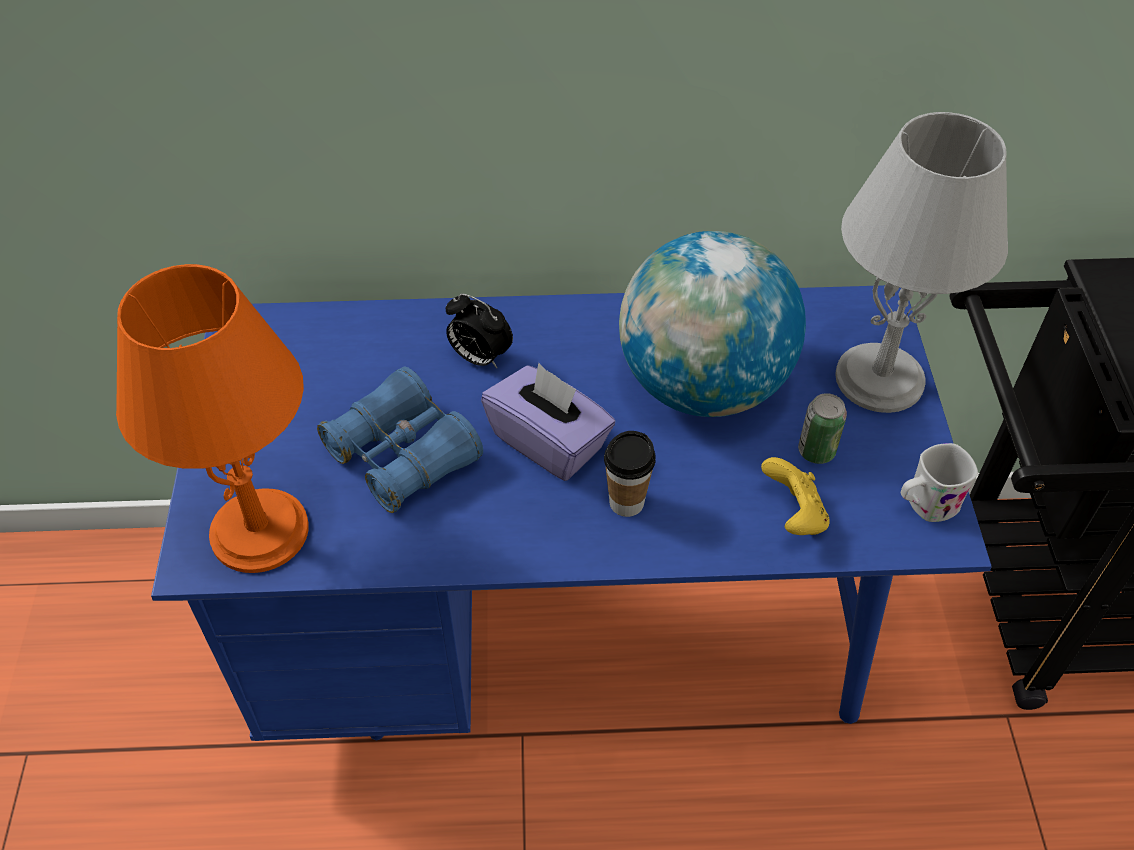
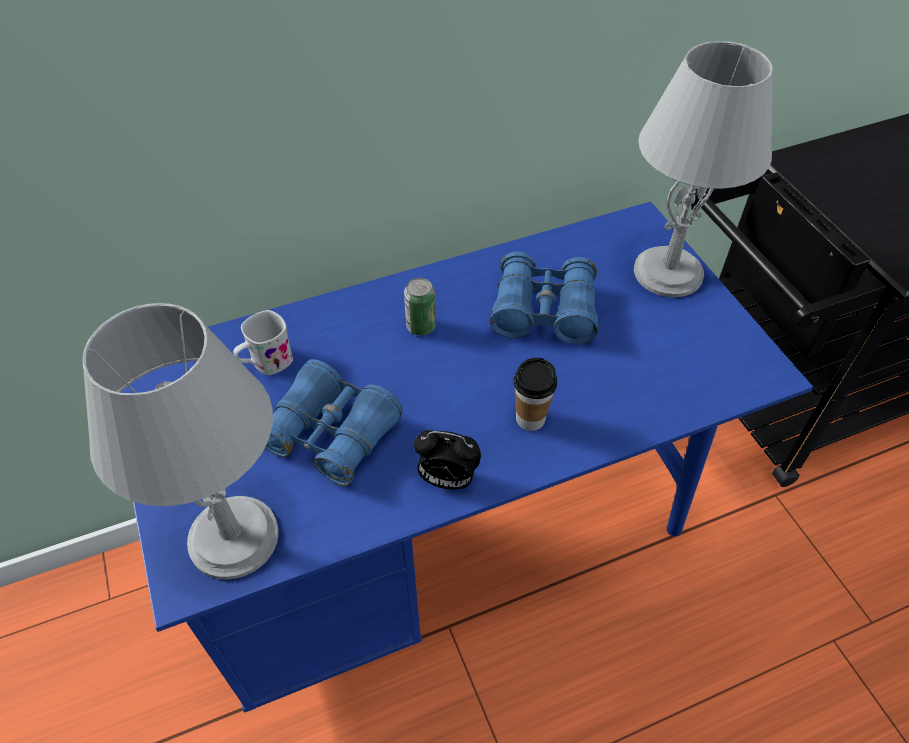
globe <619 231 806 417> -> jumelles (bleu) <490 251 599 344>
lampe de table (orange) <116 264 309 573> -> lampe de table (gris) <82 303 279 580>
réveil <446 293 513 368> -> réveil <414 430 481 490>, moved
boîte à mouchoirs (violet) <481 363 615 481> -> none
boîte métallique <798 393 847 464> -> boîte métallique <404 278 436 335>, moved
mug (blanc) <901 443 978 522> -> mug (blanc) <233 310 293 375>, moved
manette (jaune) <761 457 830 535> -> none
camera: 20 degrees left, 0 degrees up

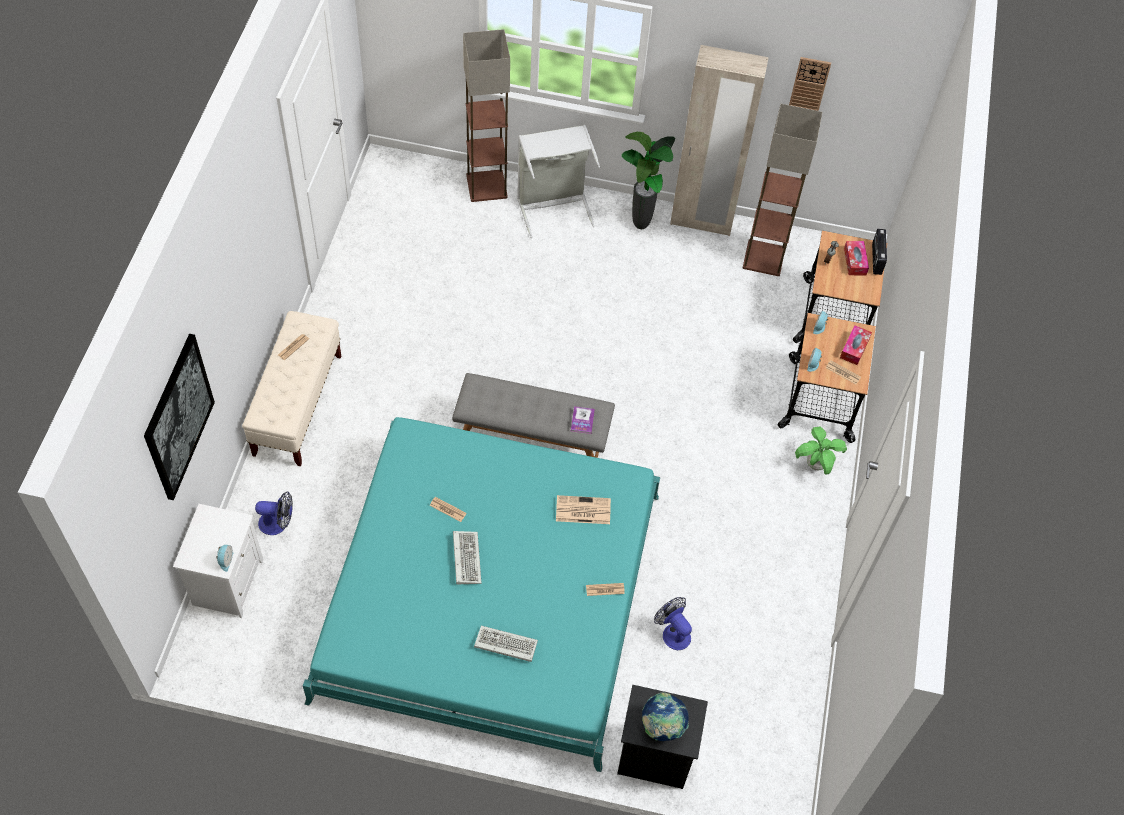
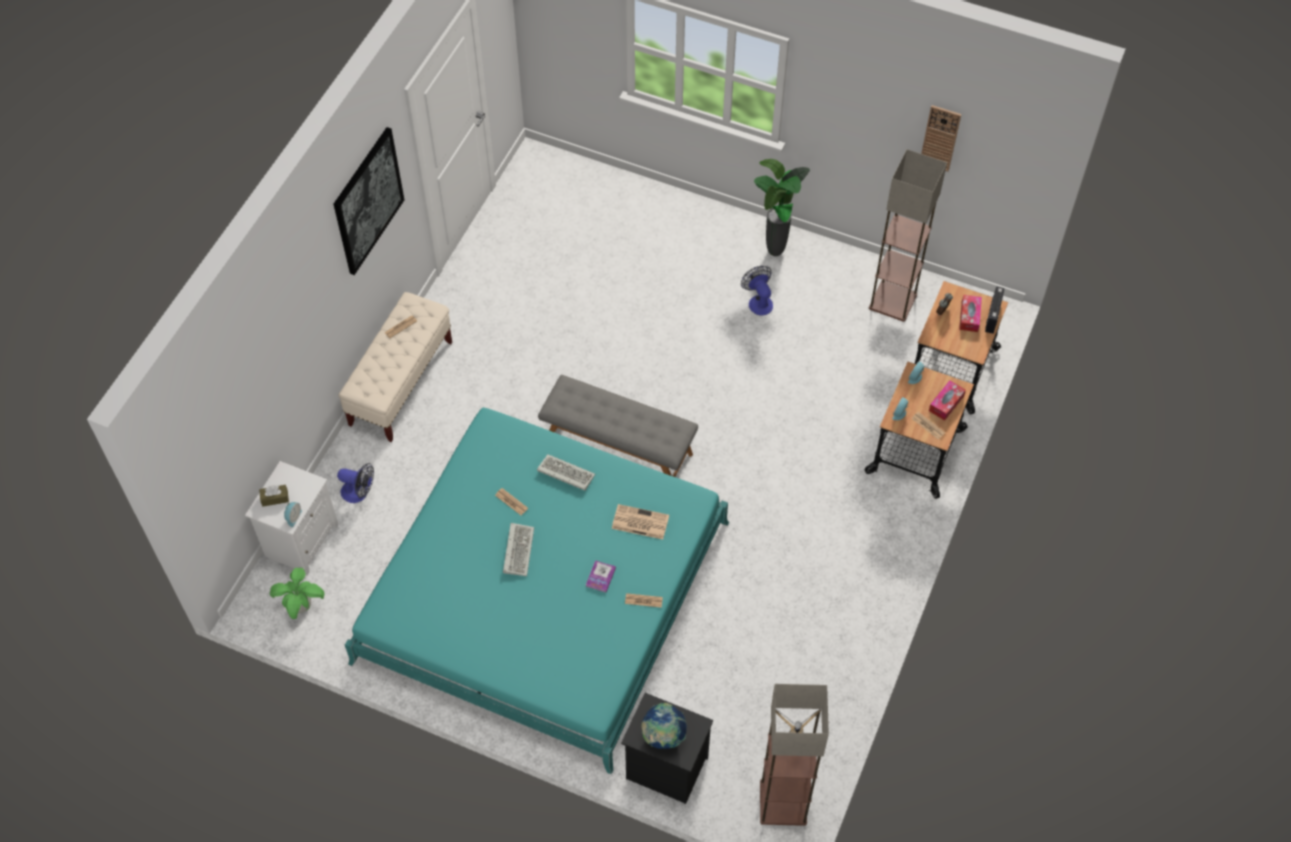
lampadaire <463 29 510 202> -> lampadaire <760 684 829 826>, moved
armoire (beige) <670 45 769 236> -> none
panier à linge (gris) <517 125 600 238> -> none
tableau <144 334 215 500> -> tableau <333 127 404 275>, moved
livre <571 406 595 434> -> livre <586 560 616 592>, moved
plante en pot <795 427 847 475> -> plante en pot <270 568 324 619>, moved
ventilateur <654 597 692 650> -> ventilateur <741 266 773 315>, moved
clavier <474 626 538 662> -> clavier <537 454 595 491>, moved
none -> boîte à mouchoirs (marron) <259 485 289 507>
camera: 15 degrees right, 0 degrees up

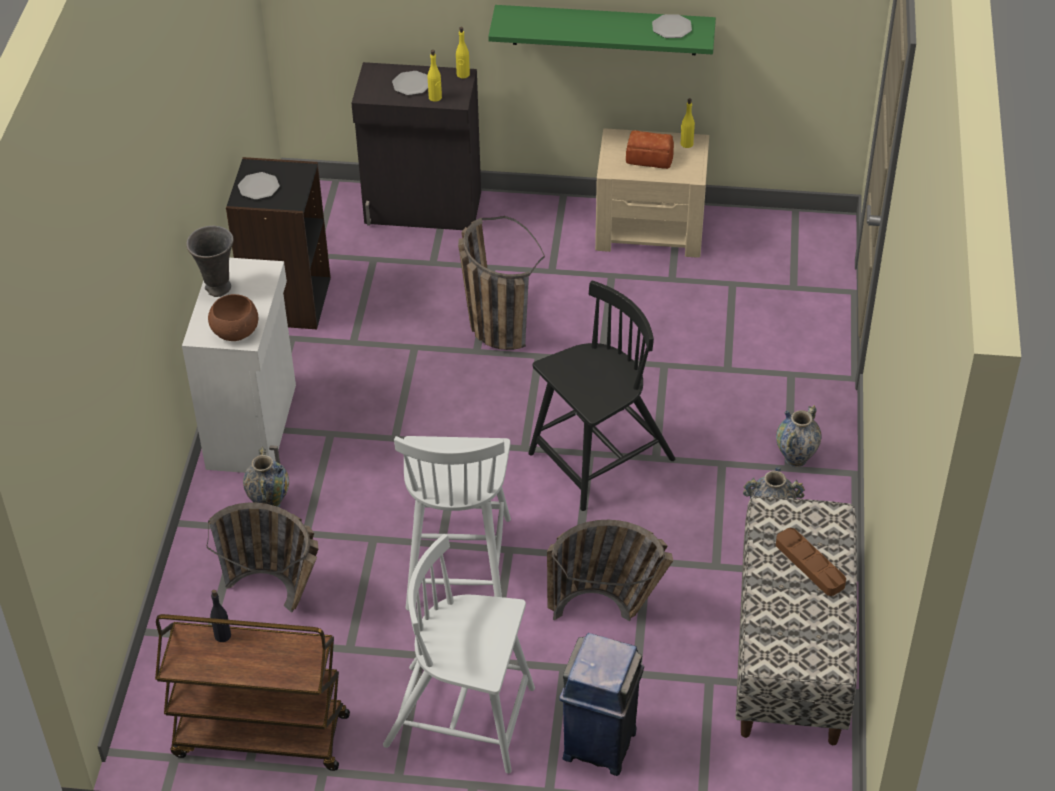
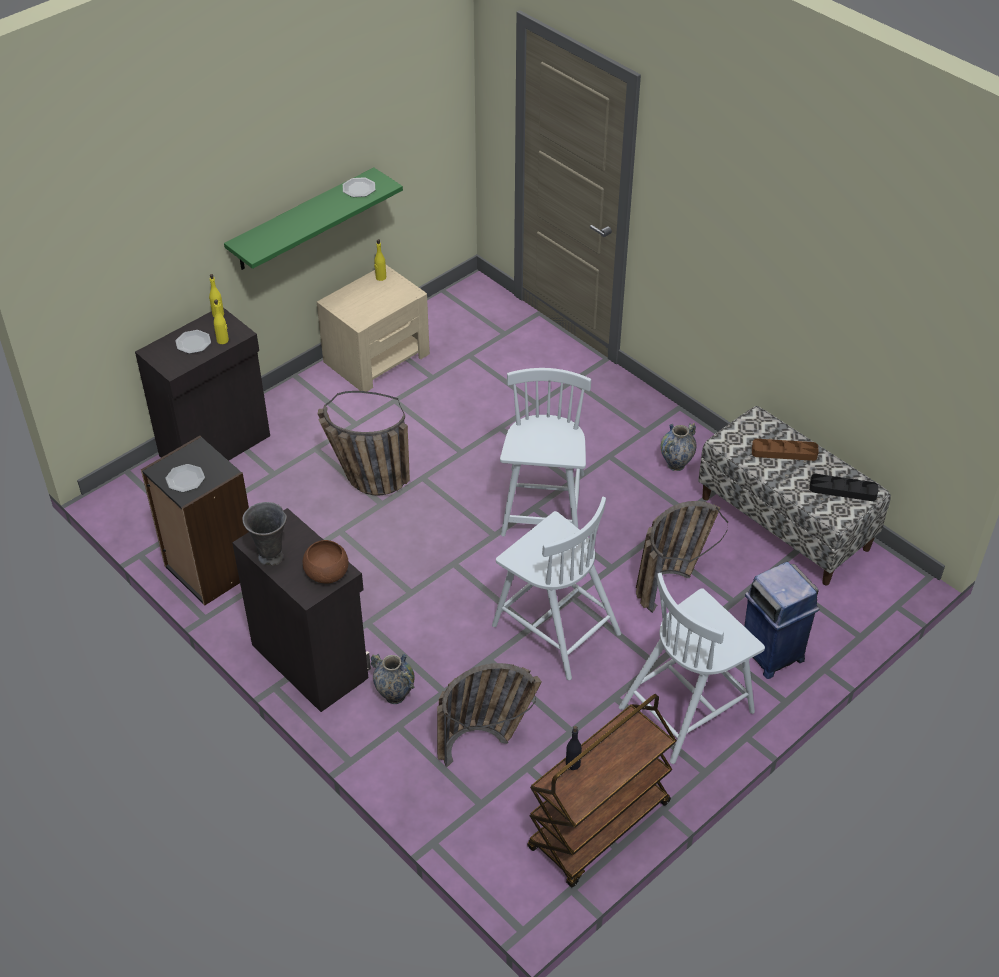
pain <626 130 674 169> -> none
meuble de rangement (blanc) <182 258 296 473> -> meuble de rangement (noir) <232 508 371 712>
chaise (noir) <528 281 675 511> -> chaise (blanc) <500 368 591 536>
vase <776 405 822 467> -> none
none -> plateau (noir) <809 474 878 501>
camera: 50 degrees left, 0 degrees up

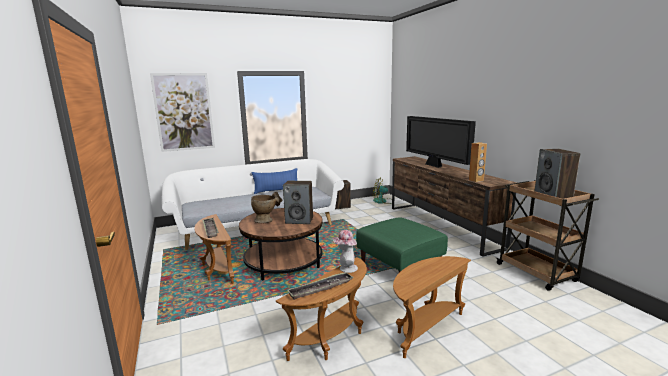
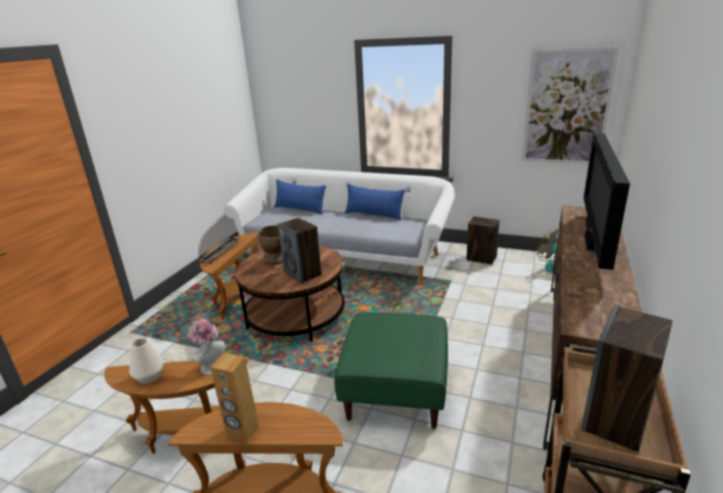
tableau <150 73 215 152> -> tableau <522 46 620 164>, moved
enceinte (marron) <469 142 487 182> -> enceinte (marron) <210 353 259 442>, moved
plateau <287 272 354 300> -> vase (blanc) <129 338 164 384>
none -> coussin (bleu) <274 179 326 215>
camera: 45 degrees right, 10 degrees up

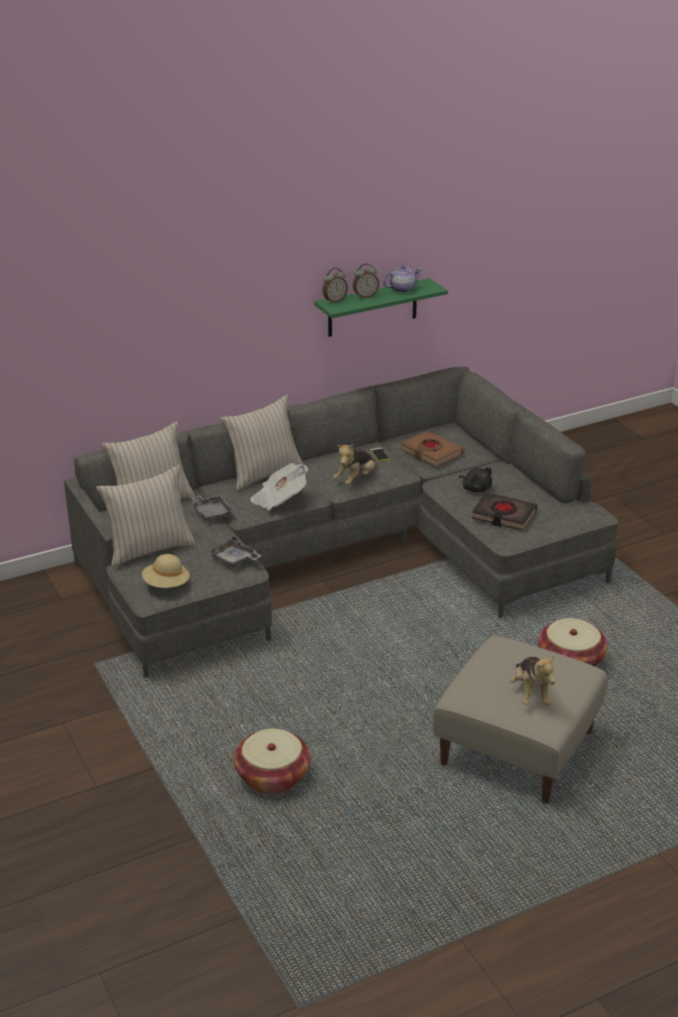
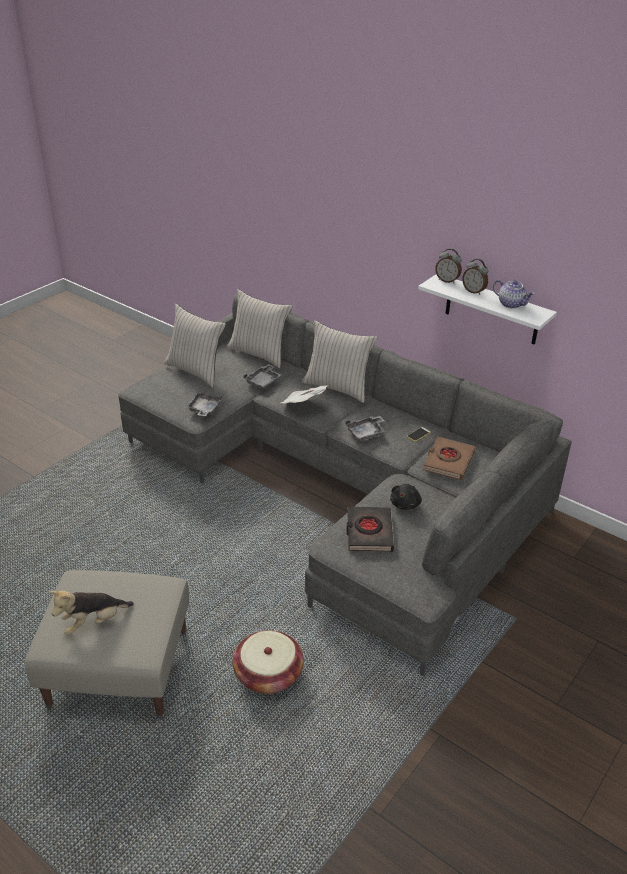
étagère (vert) <315 278 448 337> -> étagère (blanc) <418 275 557 345>
peluche <333 444 377 485> -> plateau (gris) <345 416 385 441>
chapeau (beige) <142 554 190 588> -> none
panier <234 729 311 794> -> none
camera: 65 degrees right, 5 degrees up

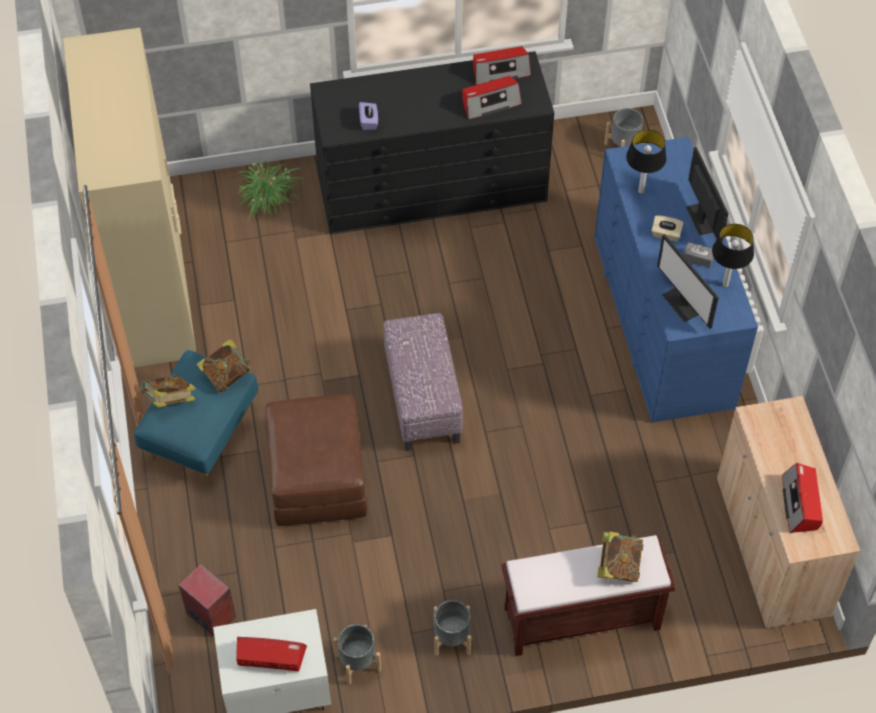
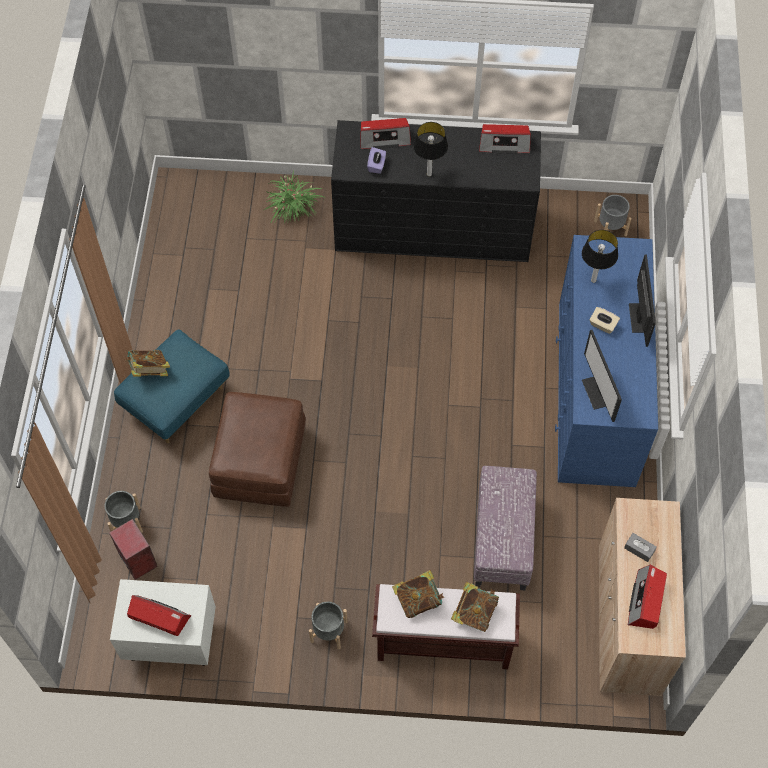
armoire (beige) <63 28 196 367> -> none
radio <462 76 522 119> -> radio <360 118 411 149>, moved
lampe de table <712 224 754 287> -> lampe de table <413 122 448 176>, moved
boîte à mouchoirs (gris) <684 242 714 268> -> boîte à mouchoirs (gris) <624 533 657 562>, moved
pouf <384 313 463 451> -> pouf <474 466 537 590>, moved
livre <197 339 252 392> -> livre <392 570 444 618>, moved
cache-pot (gris) <333 624 381 684> -> cache-pot (gris) <104 491 143 533>, moved
camera: 15 degrees right, 5 degrees up

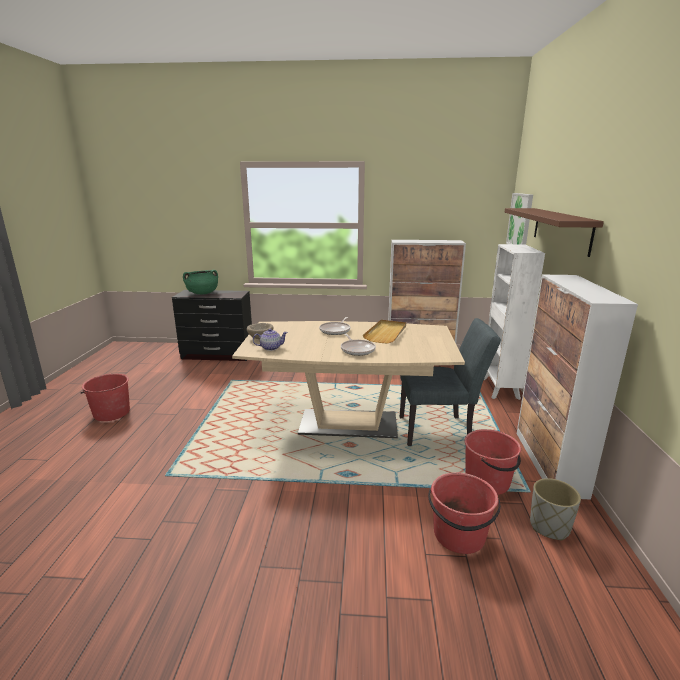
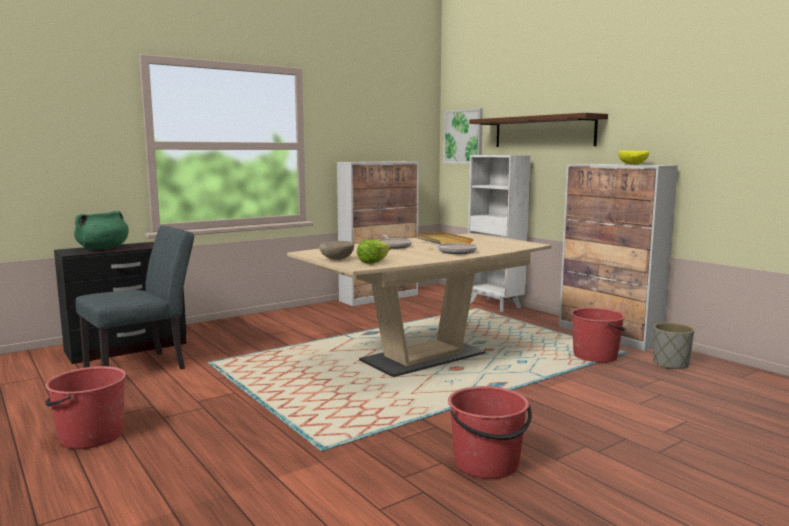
chaise (gris) <400 318 501 446> -> chaise (gris) <76 226 194 370>, moved
théière <253 329 288 351> -> laitue <357 240 391 264>
seau (rouge) <428 473 501 554> -> seau (rouge) <448 386 532 479>, moved
none -> bol (jaune) <618 150 649 165>
camera: 40 degrees left, 10 degrees down

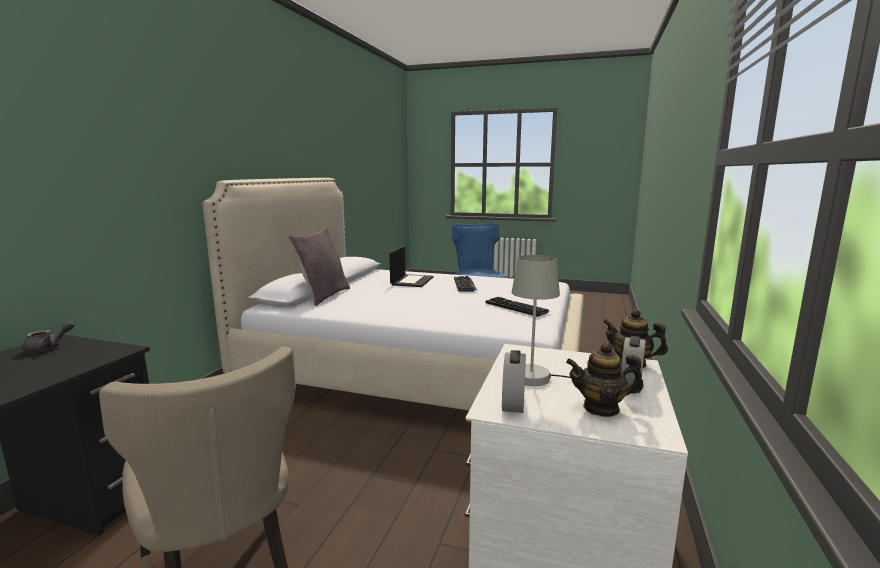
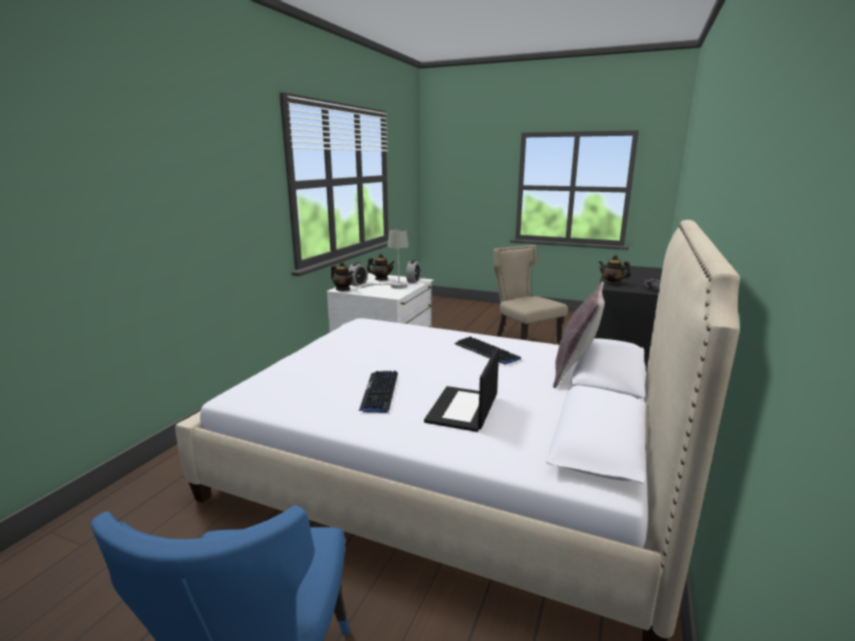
clavier <485 297 549 317> -> clavier <454 336 521 365>, moved
none -> théière <598 255 631 285>
camera: 175 degrees left, 5 degrees up

